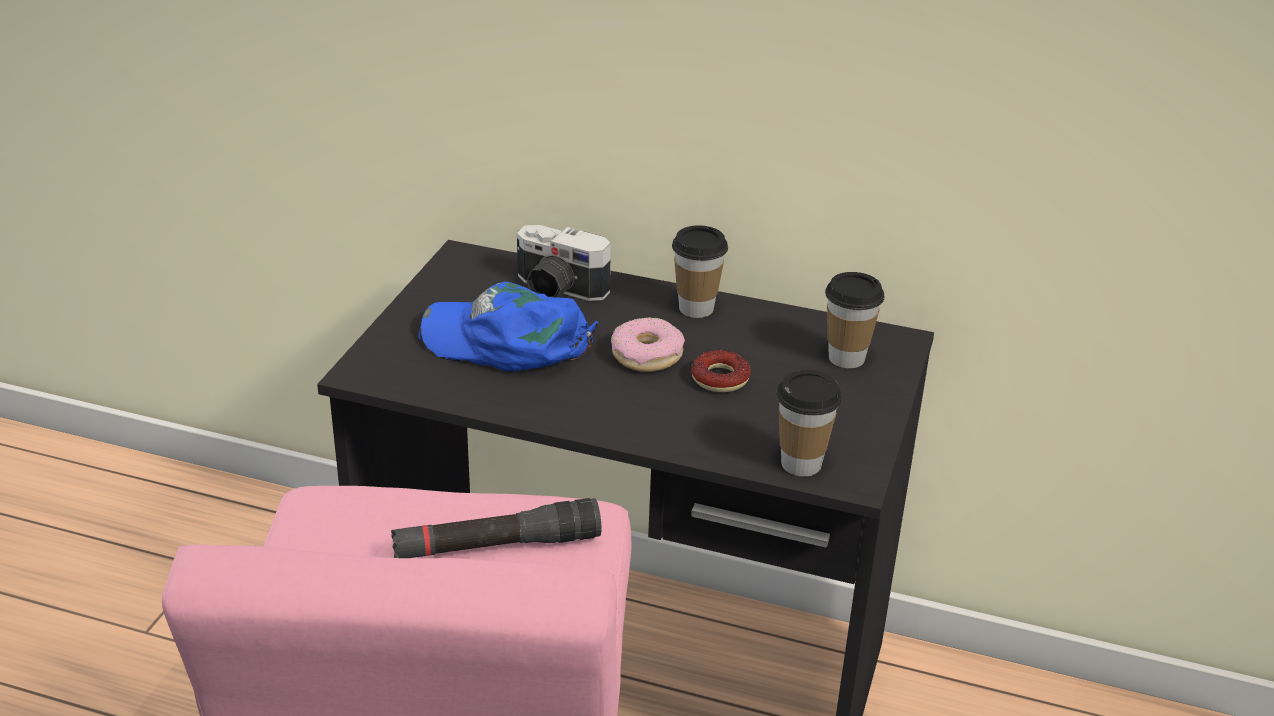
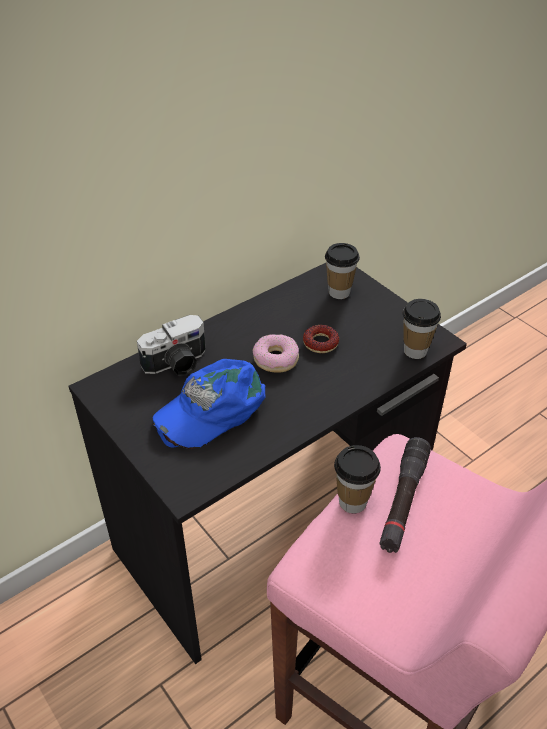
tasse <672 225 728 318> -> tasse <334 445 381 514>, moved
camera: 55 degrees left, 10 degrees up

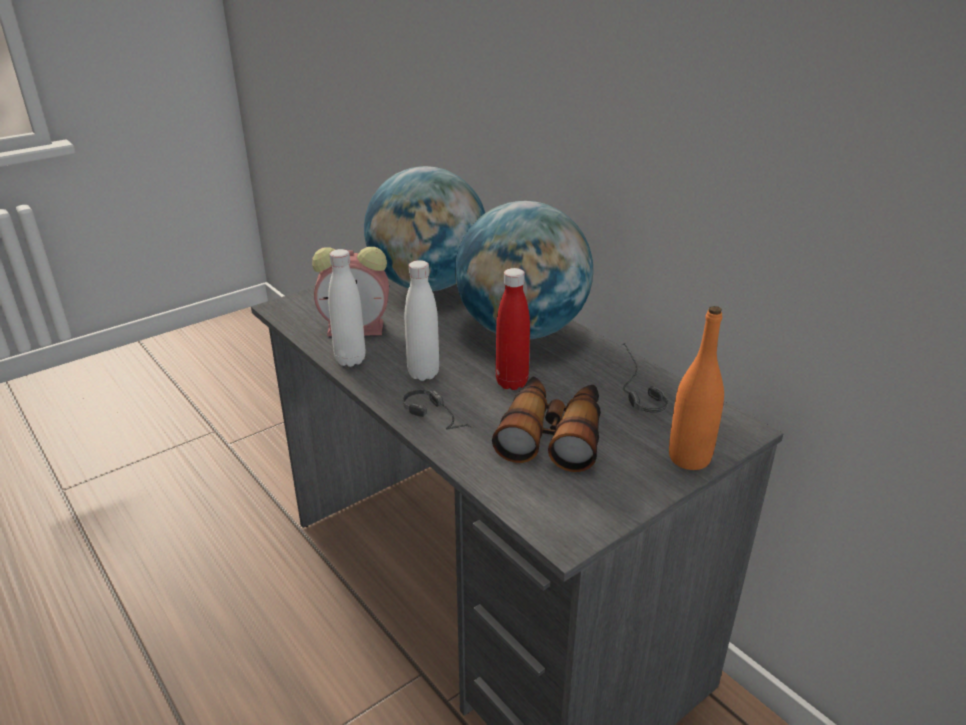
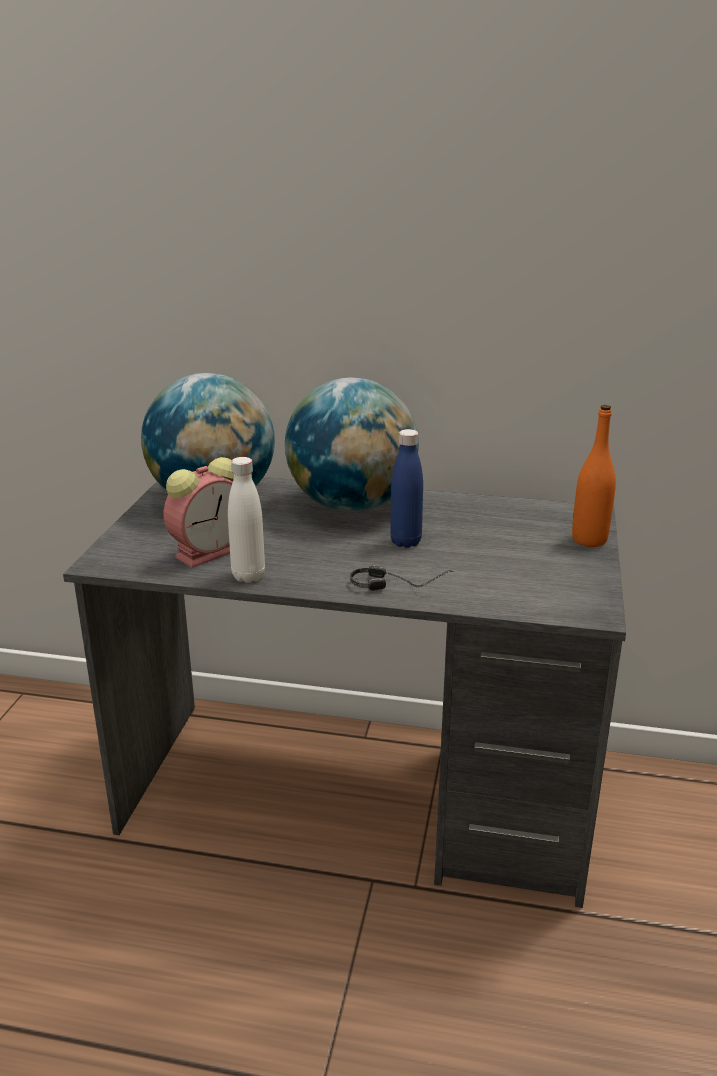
bouteille (blanc) <405 260 440 381> -> none
bouteille (rouge) <496 268 530 390> -> bouteille (bleu) <390 429 423 548>
casque audio <622 343 668 413> -> none
jumelles <492 376 601 472> -> none
camera: 40 degrees left, 5 degrees down

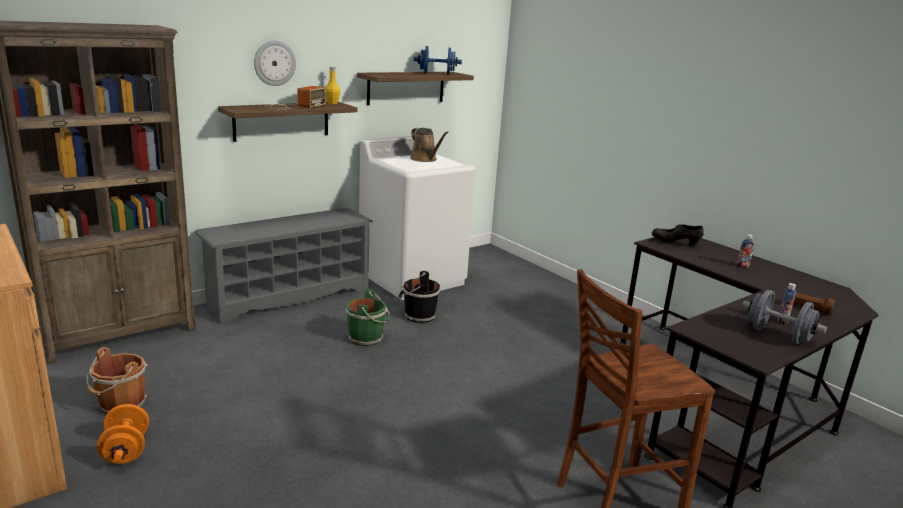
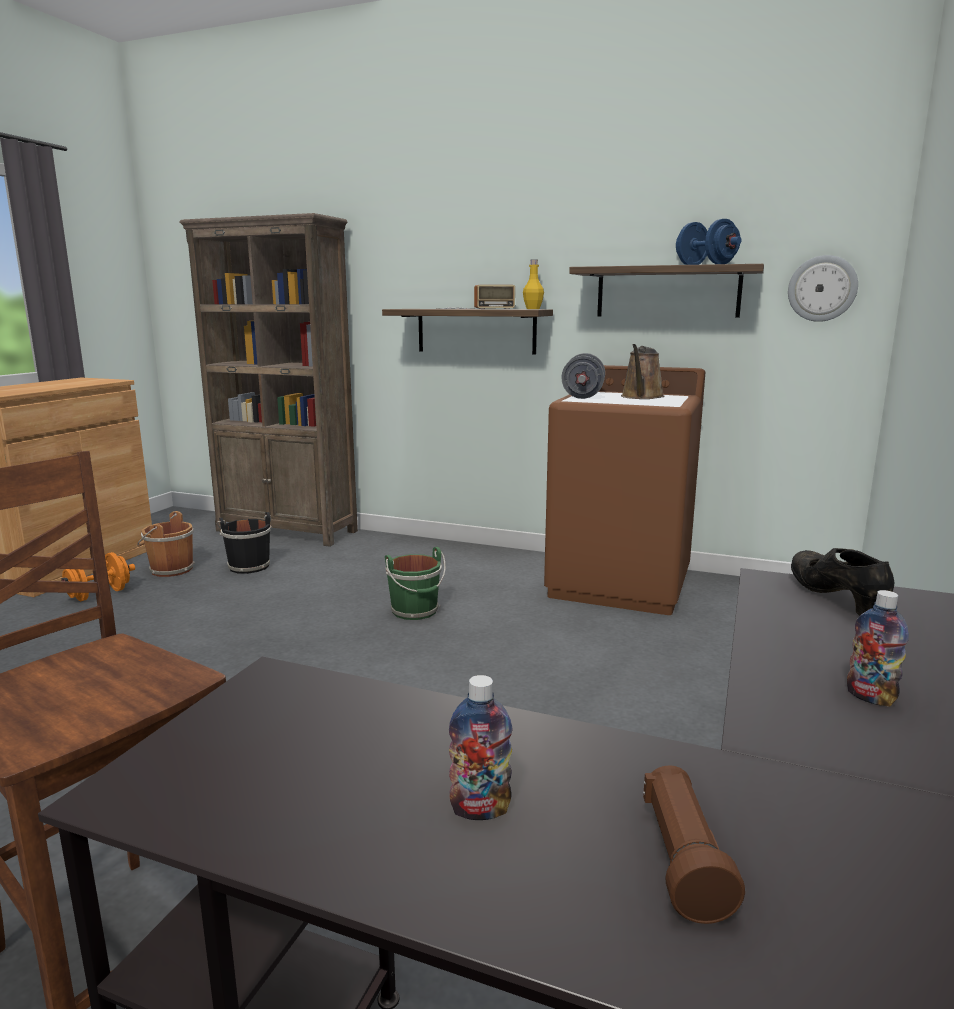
horloge murale <254 40 296 86> -> horloge murale <788 255 858 322>, moved
lave-linge (blanc) <359 136 475 300> -> lave-linge (marron) <544 365 705 615>
étagère à chaussures (gris) <194 208 373 324> -> none
seau (noir) <399 271 440 323> -> seau (noir) <217 512 272 574>, moved
haltère (gris) <742 290 827 344> -> haltère (gris) <561 353 605 399>, moved
camera: 60 degrees right, 5 degrees down

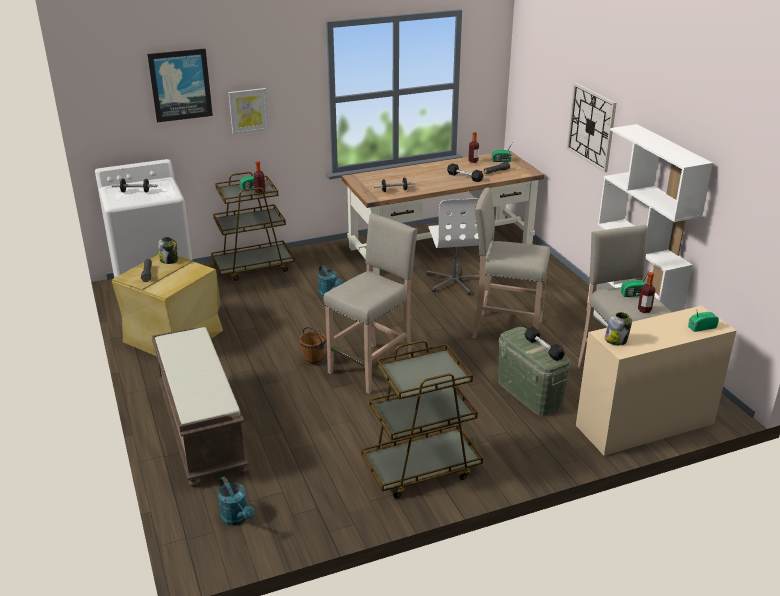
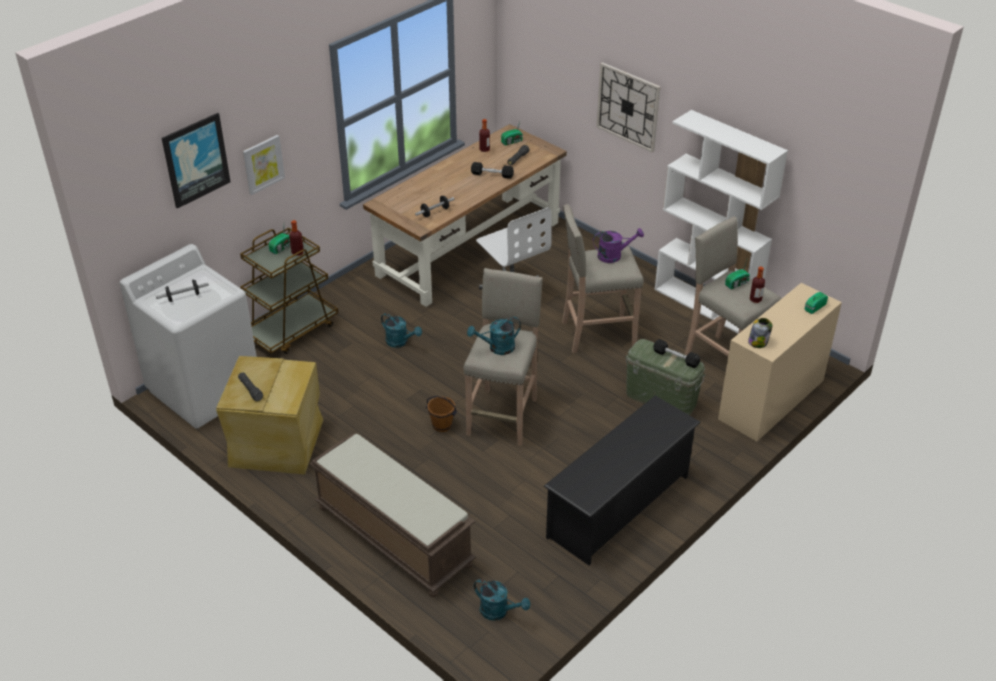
bocal <158 237 178 264> -> none
chariot (marron) <361 340 483 499> -> étagère à chaussures (noir) <544 396 701 566>
none -> arrosoir (violet) <593 228 644 263>
none -> arrosoir (turquoise) <467 317 521 355>
camera: 25 degrees left, 10 degrees up

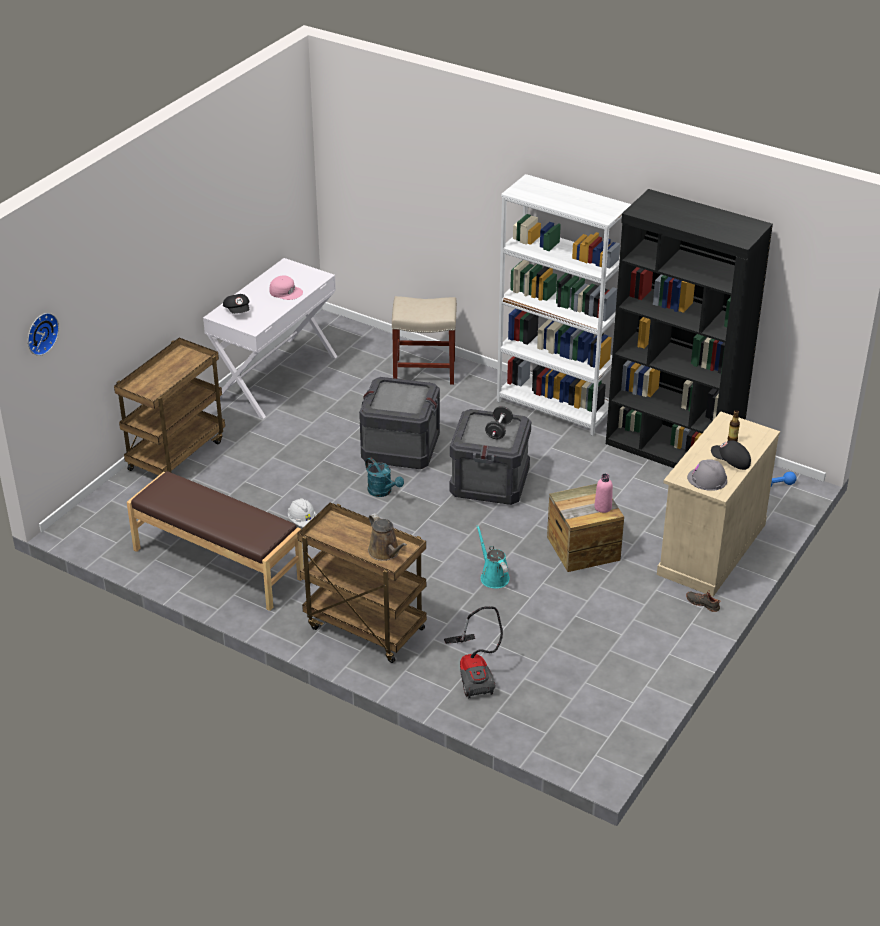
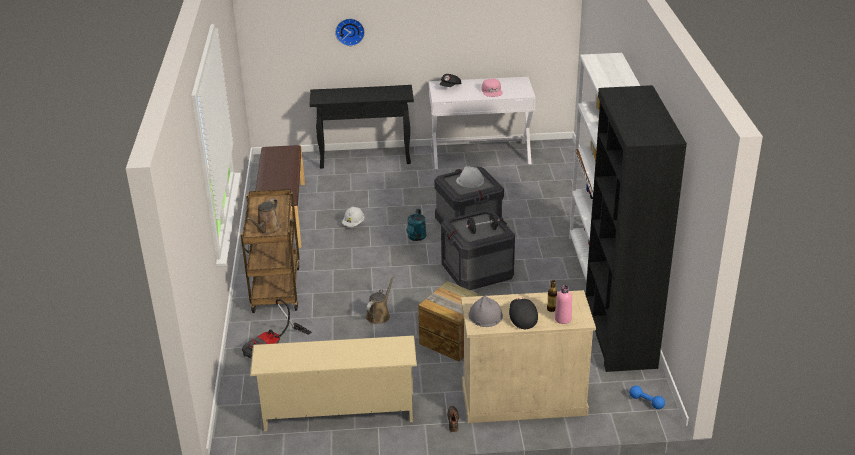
tabouret (beige) <392 296 457 385> -> none
horloge murale <28 313 59 356> -> horloge murale <335 18 365 46>, moved
chariot (marron) <114 338 225 475> -> table console (noir) <310 85 414 169>
bouteille (rose) <594 474 613 513> -> bouteille (rose) <555 285 572 324>, moved
arrosoir (turquoise) <476 525 510 589> -> arrosoir (marron) <366 274 395 324>
none -> casque de chantier (blanc) <456 167 484 188>
none -> étagère à chaussures (beige) <250 336 417 431>
camera: 55 degrees right, 5 degrees down

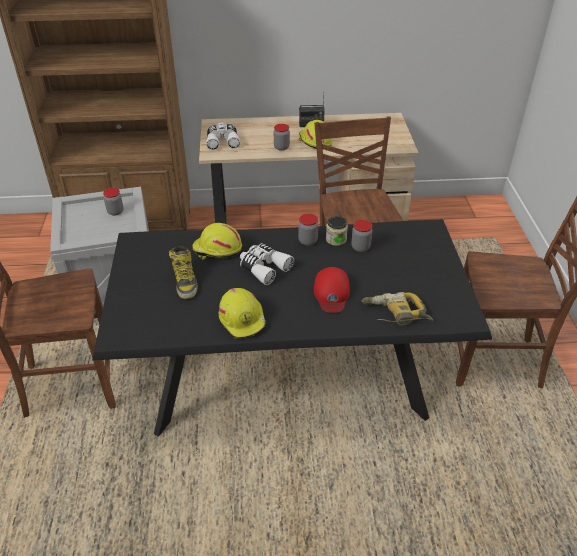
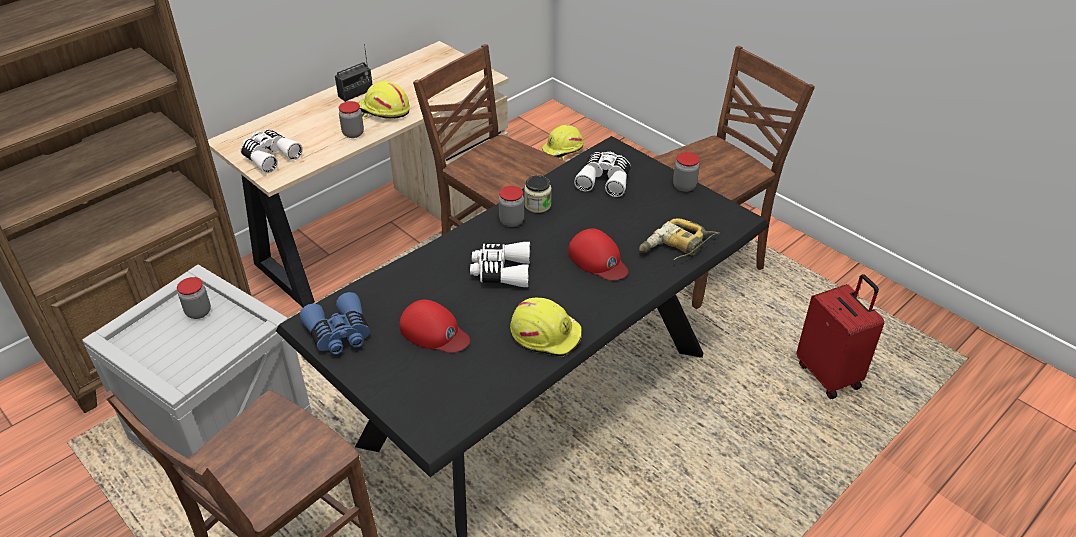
bocal <351 220 373 252> -> bocal <673 152 700 192>, moved
casque de chantier (jaune) <192 223 242 259> -> casque de chantier (jaune) <542 125 584 160>, moved
botte <169 247 198 299> -> casquette (rouge) <399 300 470 353>
none -> jumelles (blanc) <574 152 631 197>
none -> valise (rouge) <796 274 884 399>
none -> jumelles (bleu) <299 292 370 354>
camera: 40 degrees left, 0 degrees up

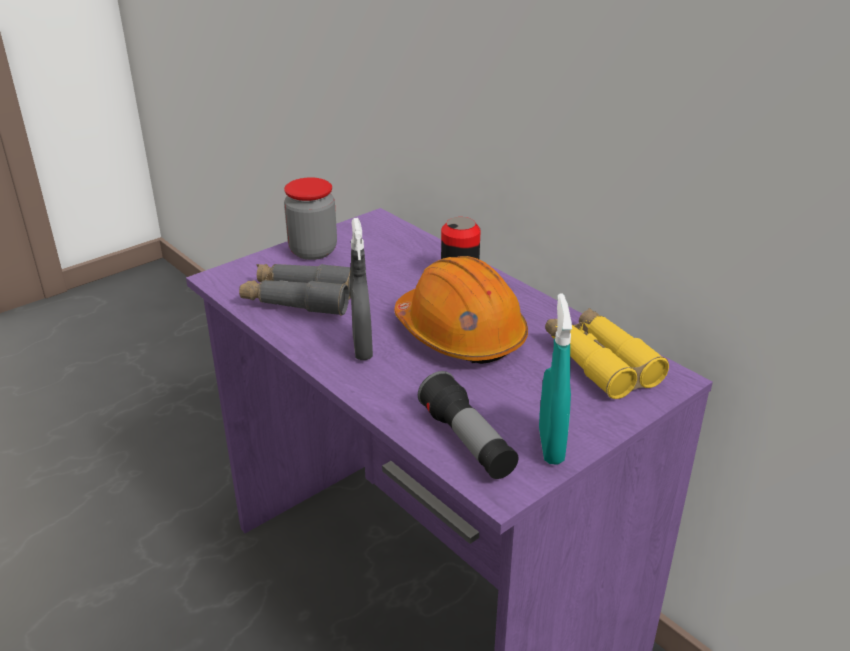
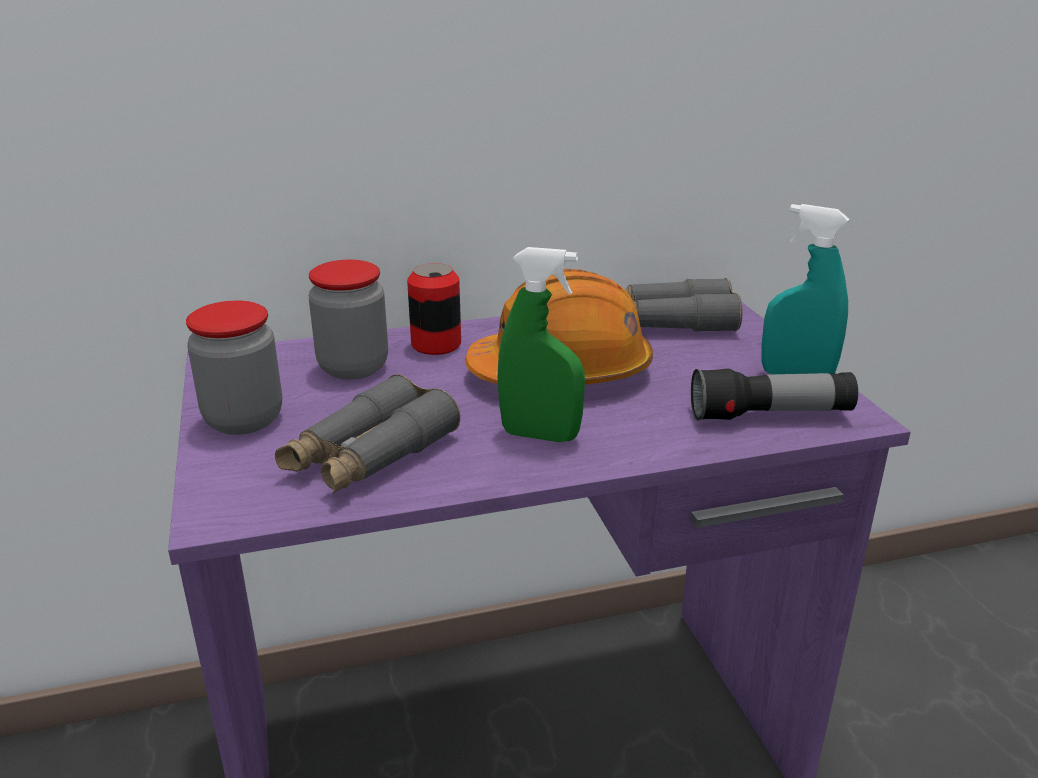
vaporisateur (gris) <350 218 373 360> -> vaporisateur (vert) <498 247 585 442>
jumelles (jaune) <545 308 669 399> -> jumelles (gris) <625 278 743 332>
none -> bocal <309 260 388 380>
camera: 65 degrees left, 5 degrees down

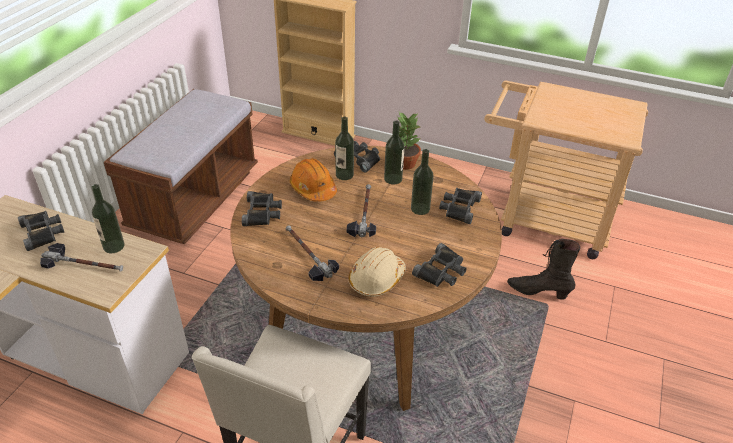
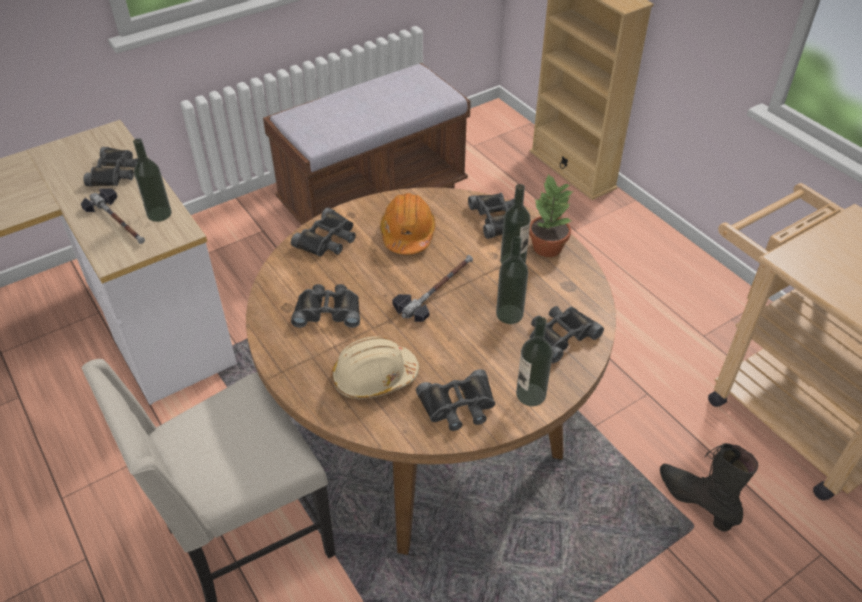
bouteille <335 117 354 180> -> bouteille <516 317 553 406>, moved
marteau <286 225 339 281> -> jumelles (noir) <291 284 360 328>
camera: 35 degrees right, 5 degrees up

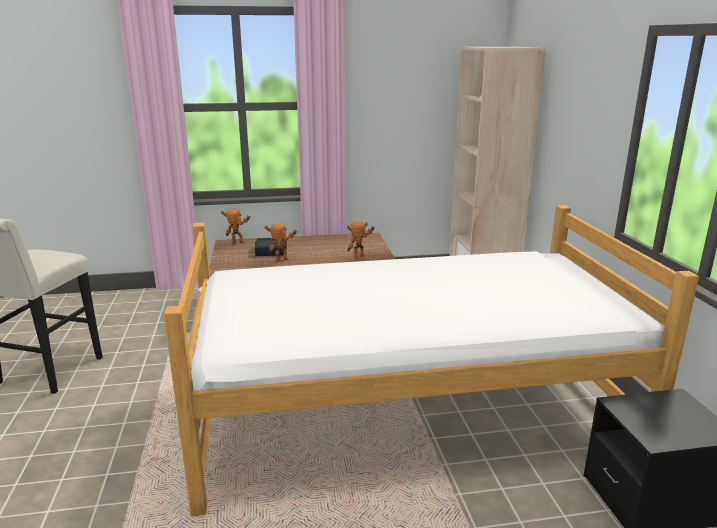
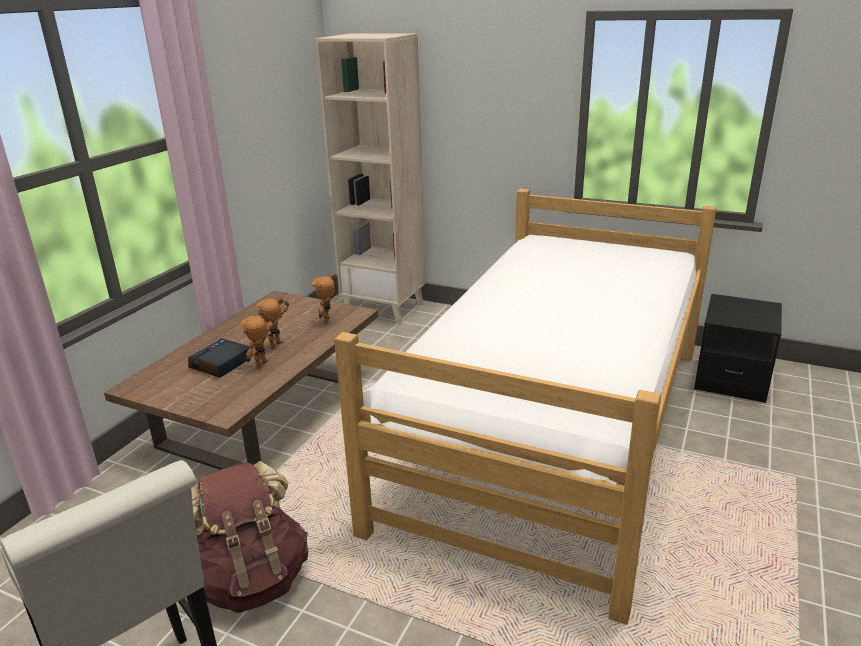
robot jouet <220 209 250 244> -> robot jouet <256 298 289 349>, moved
none -> sac à dos (marron) <191 461 308 613>
camera: 55 degrees left, 5 degrees up

